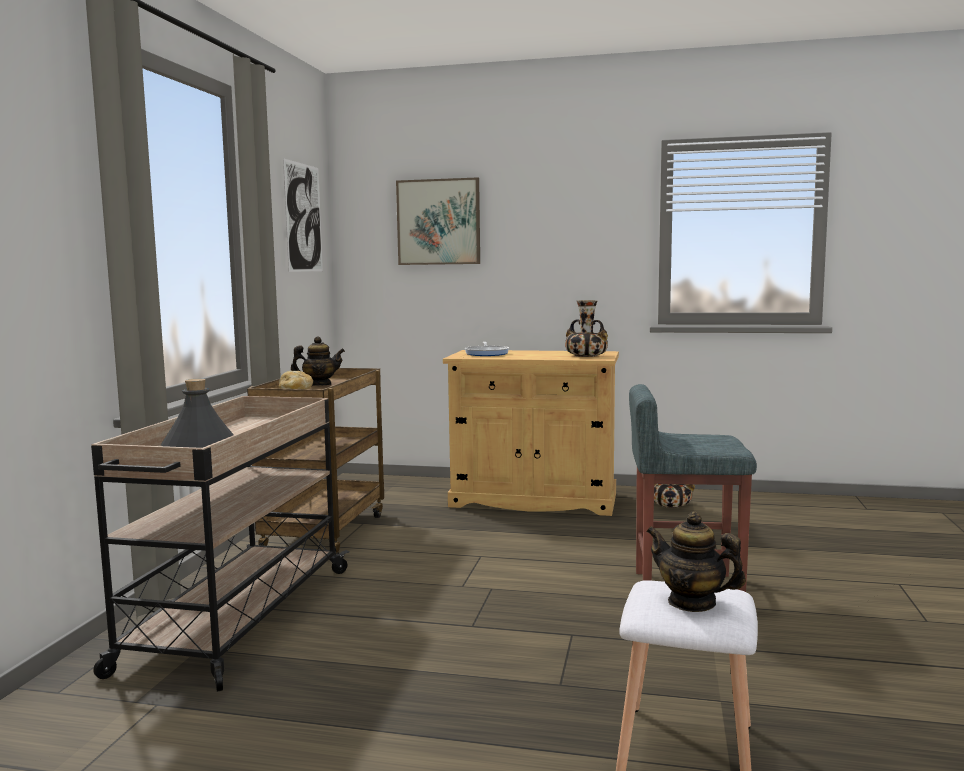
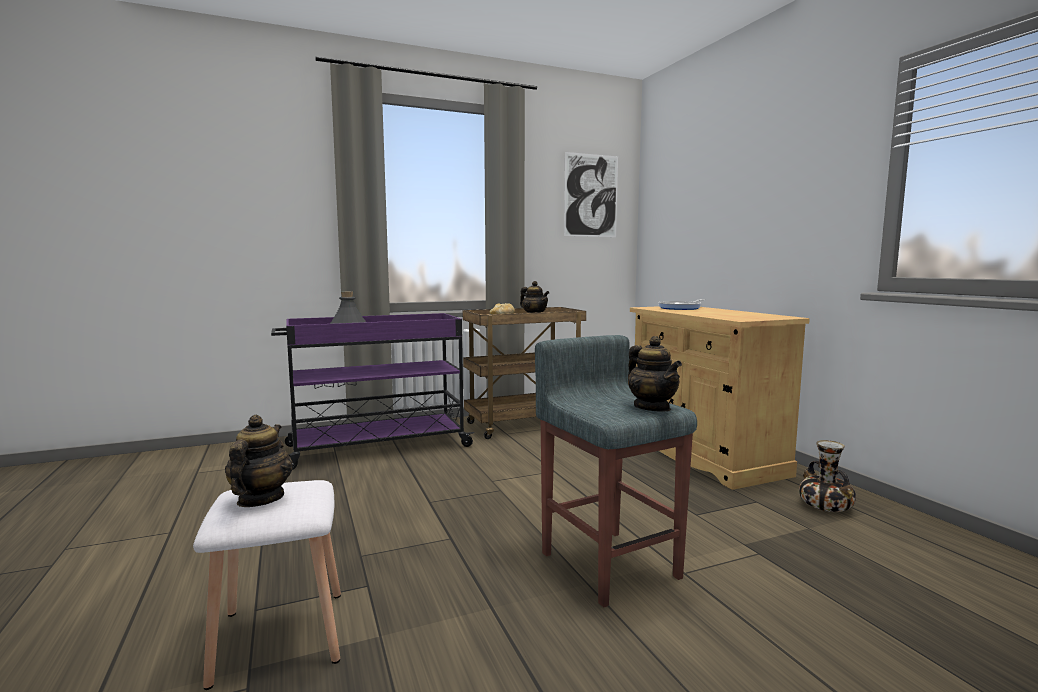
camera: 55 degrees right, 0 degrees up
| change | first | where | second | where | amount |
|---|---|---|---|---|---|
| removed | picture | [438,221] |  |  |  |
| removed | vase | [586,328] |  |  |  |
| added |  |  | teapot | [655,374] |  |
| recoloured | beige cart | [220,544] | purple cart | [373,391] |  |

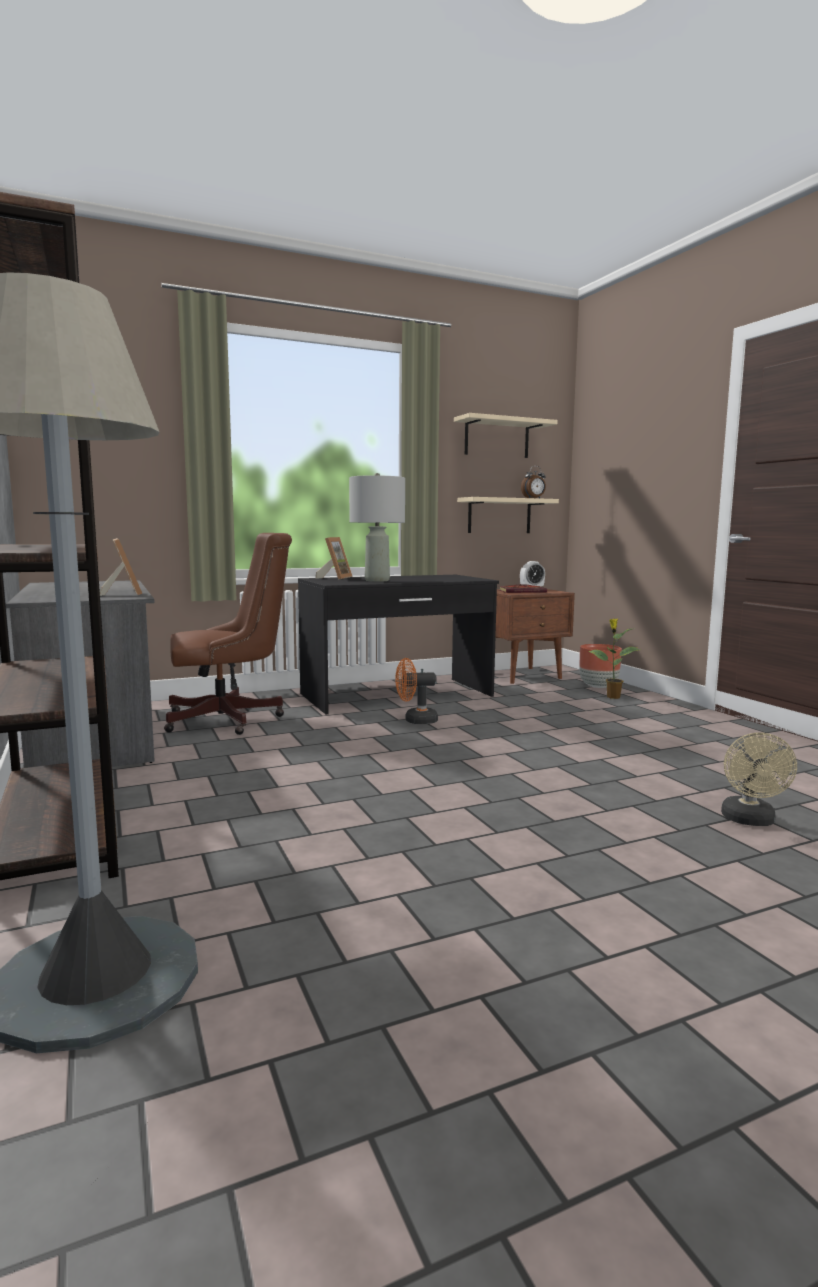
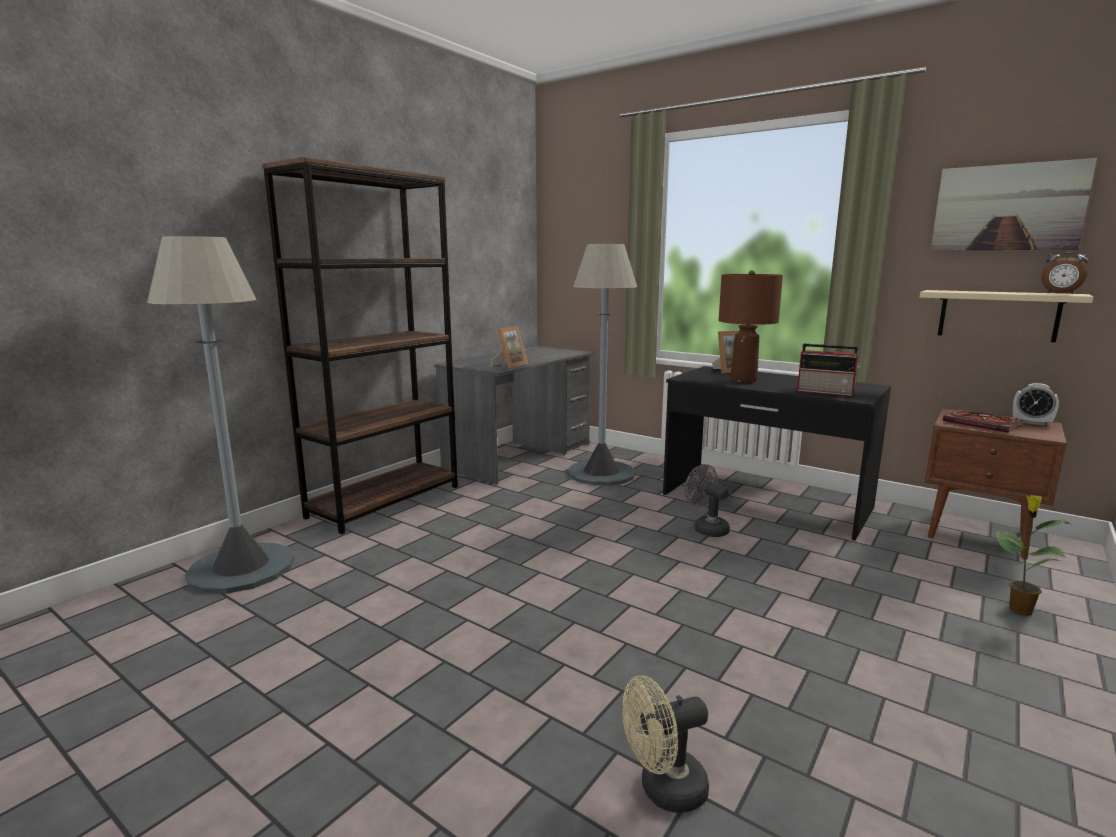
camera: 60 degrees right, 5 degrees up
| change | first | where | second | where | amount |
|---|---|---|---|---|---|
| removed | brown planter | [600,666] |  |  |  |
| added |  |  | radio | [828,370] |  |
| replaced | brown office chair | [228,634] | grey floor lamp | [602,365] |  |
| replaced | beige shelf | [506,435] | picture | [1014,204] |  |
| recoloured | grey table lamp | [377,527] | brown table lamp | [751,326] |  |
| recoloured | orange fan | [416,691] | grey fan | [707,500] |  |

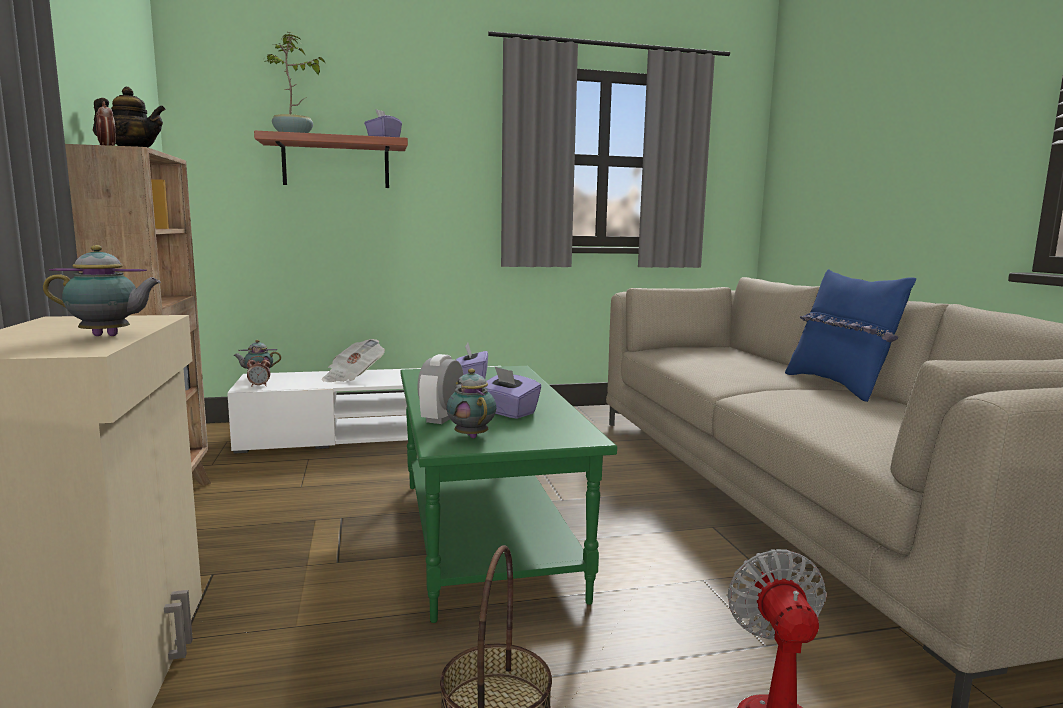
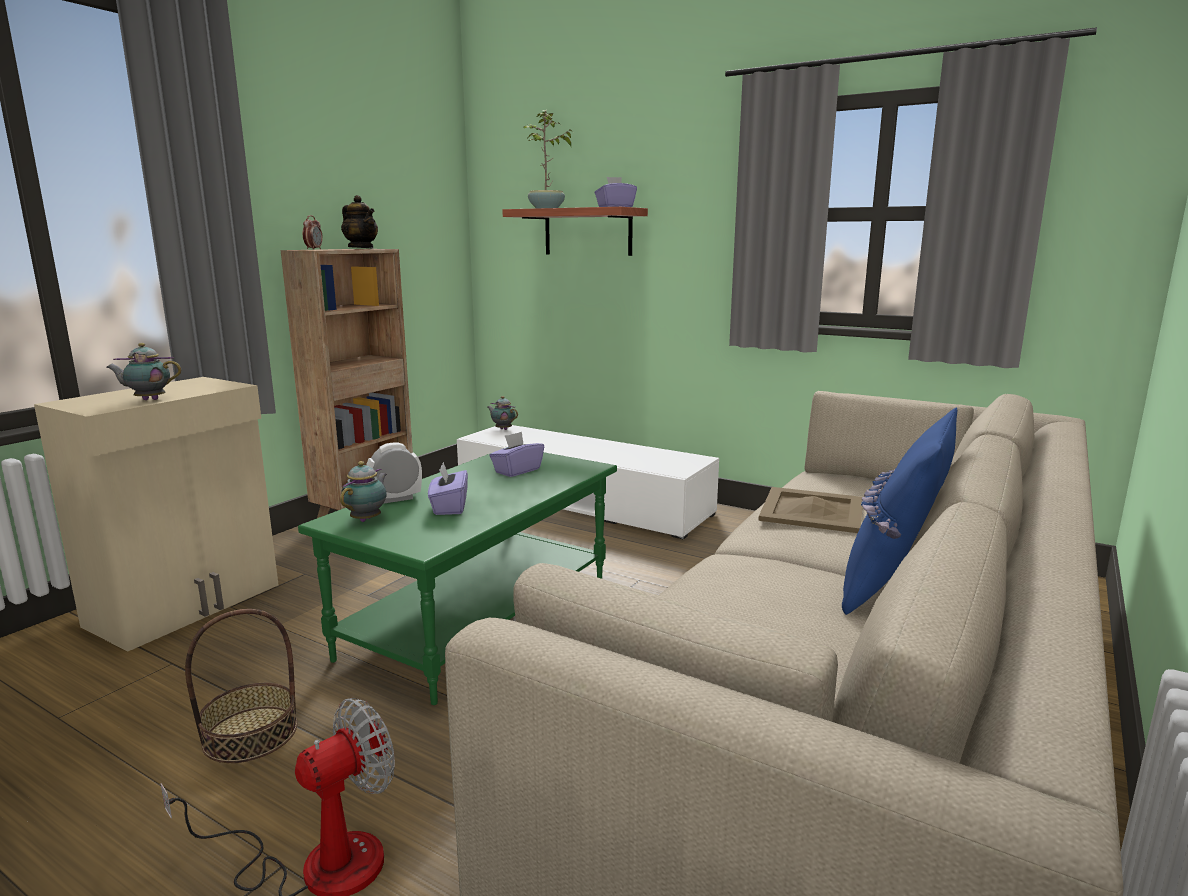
camera: 45 degrees right, 5 degrees up
| change | first | where | second | where | amount |
|---|---|---|---|---|---|
| removed | alarm clock | [258,371] |  |  |  |
| removed | newspaper | [353,360] |  |  |  |
| added |  |  | beige tray | [810,510] |  |
| turned | teapot | [102,290] |  | [143,371] | 135 degrees clockwise |

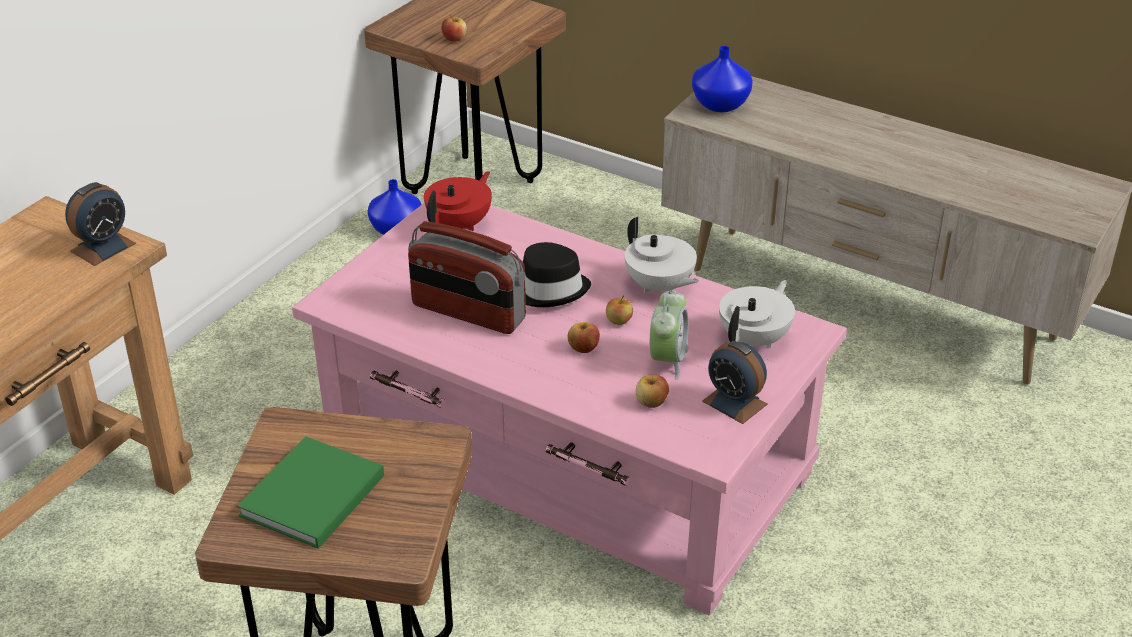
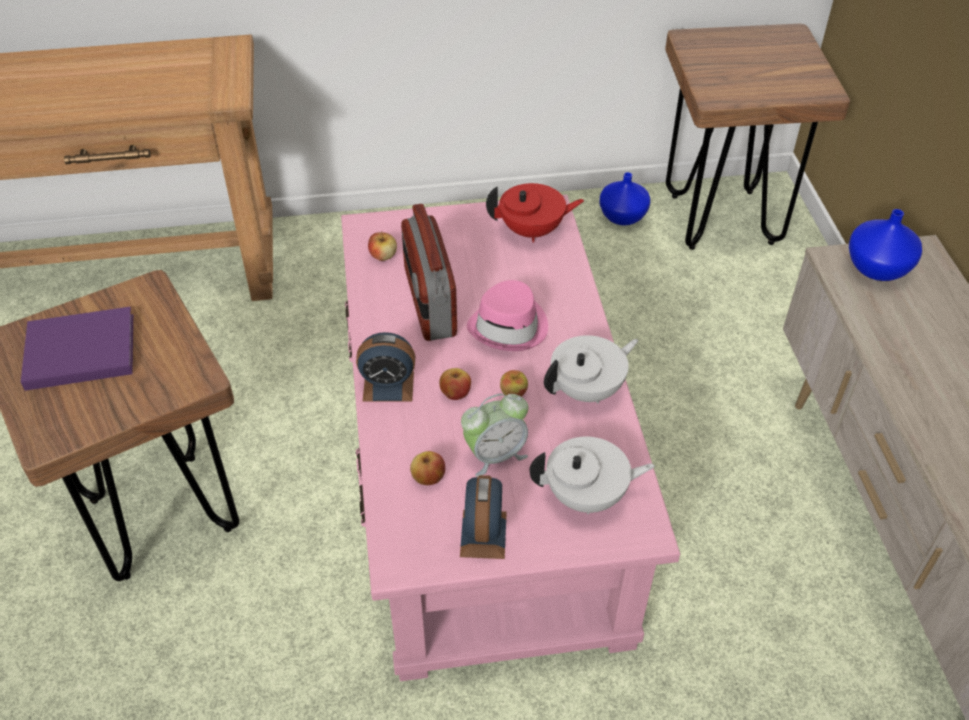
camera: 50 degrees right, 10 degrees up
| change | first | where | second | where | amount |
|---|---|---|---|---|---|
| moved | alarm clock | [100,224] |  | [385,367] |  |
| moved | apple | [454,28] |  | [382,247] |  |
| recoloured | green book | [310,492] | purple book | [77,349] |  |
| recoloured | black hat | [557,274] | pink hat | [507,315] |  |
| turned | white teapot | [662,255] |  | [591,369] | 135 degrees counterclockwise |

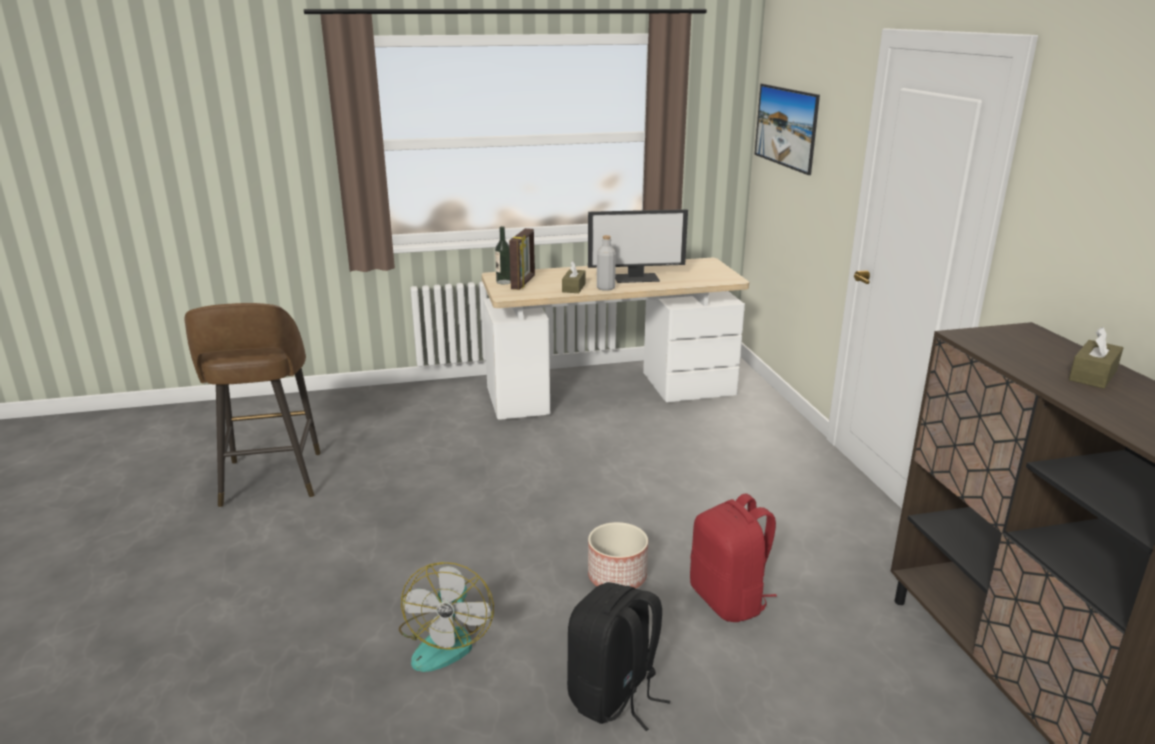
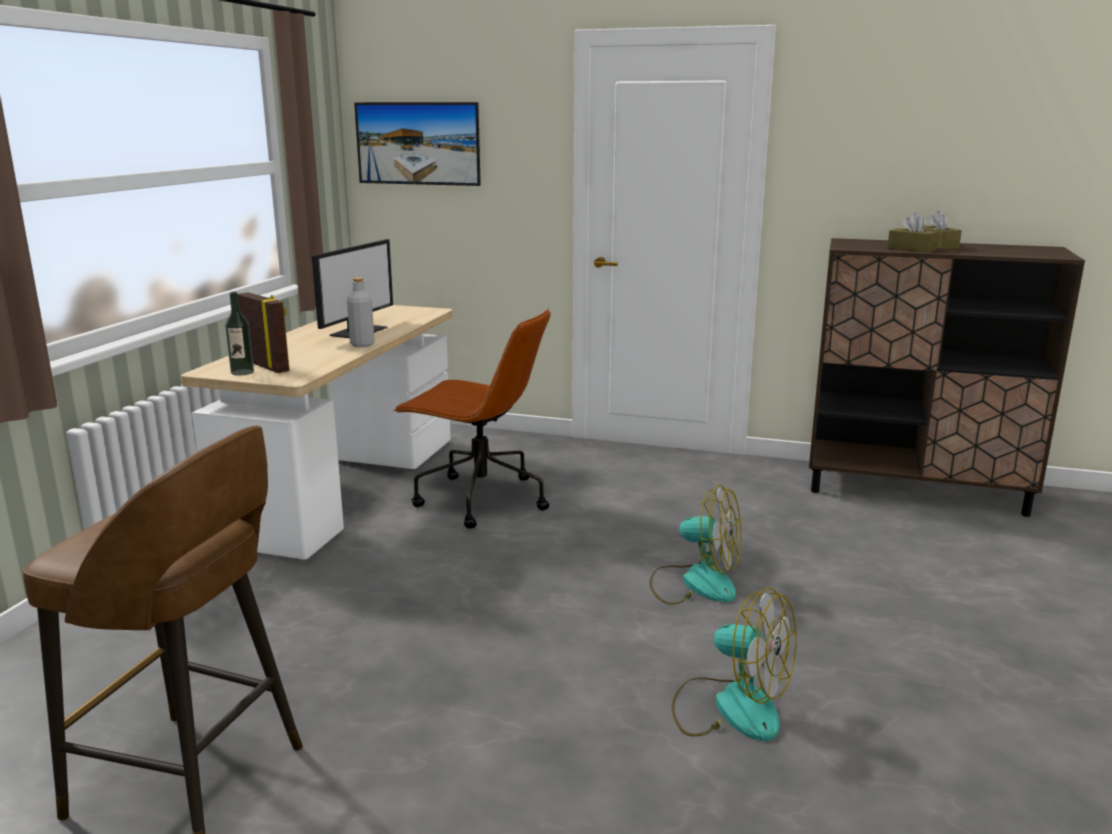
camera: 60 degrees left, 5 degrees down
| change | first | where | second | where | amount |
|---|---|---|---|---|---|
| removed | black backpack | [618,656] |  |  |  |
| removed | red backpack | [733,558] |  |  |  |
| added |  |  | brown office chair | [472,419] |  |
| moved | brown tissue box | [574,277] |  | [913,232] |  |
| replaced | planter | [618,555] | fan | [695,545] |  |

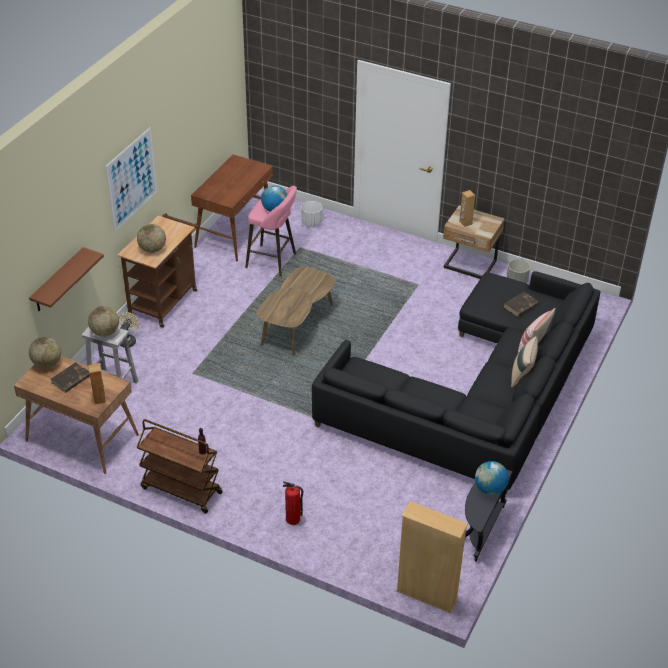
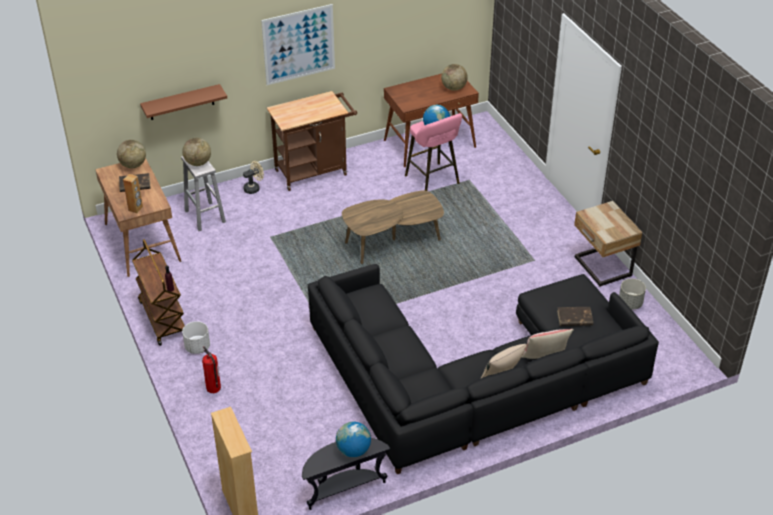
camera: 40 degrees right, 0 degrees up
| change | first | where | second | where | amount |
|---|---|---|---|---|---|
| removed | brown speaker | [467,208] |  |  |  |
| moved | globe | [151,238] |  | [454,77] |  |
| moved | white planter | [311,214] |  | [196,337] |  |

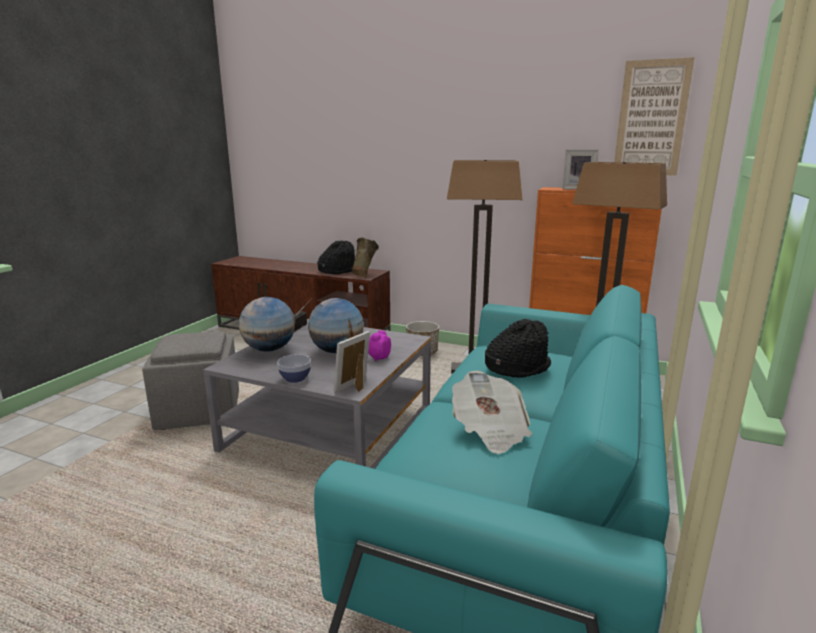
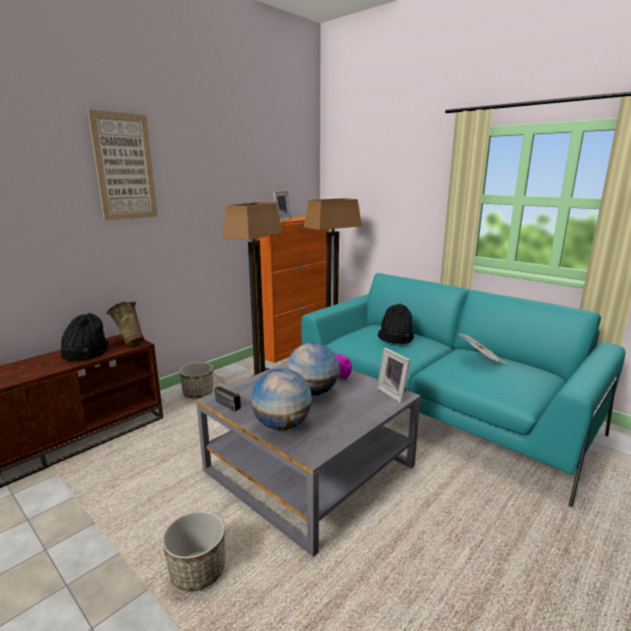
camera: 70 degrees left, 0 degrees up
| change | first | where | second | where | amount |
|---|---|---|---|---|---|
| removed | bowl | [294,368] |  |  |  |
| moved | picture | [654,116] |  | [123,165] |  |
| replaced | grey ottoman | [190,380] | planter | [193,550] |  |

